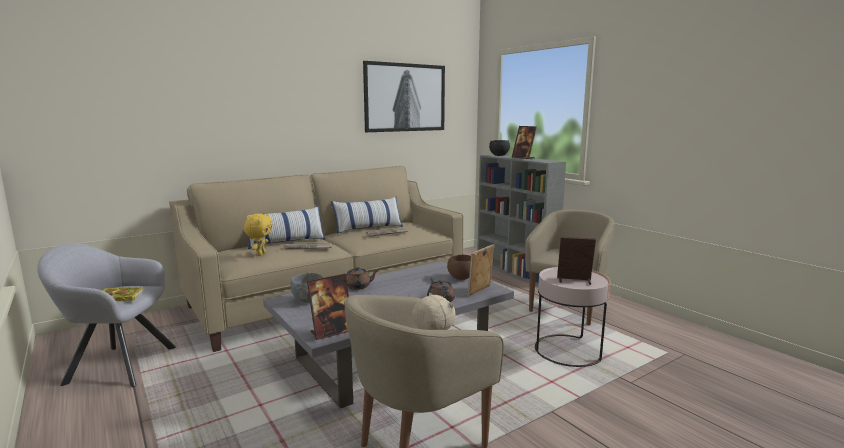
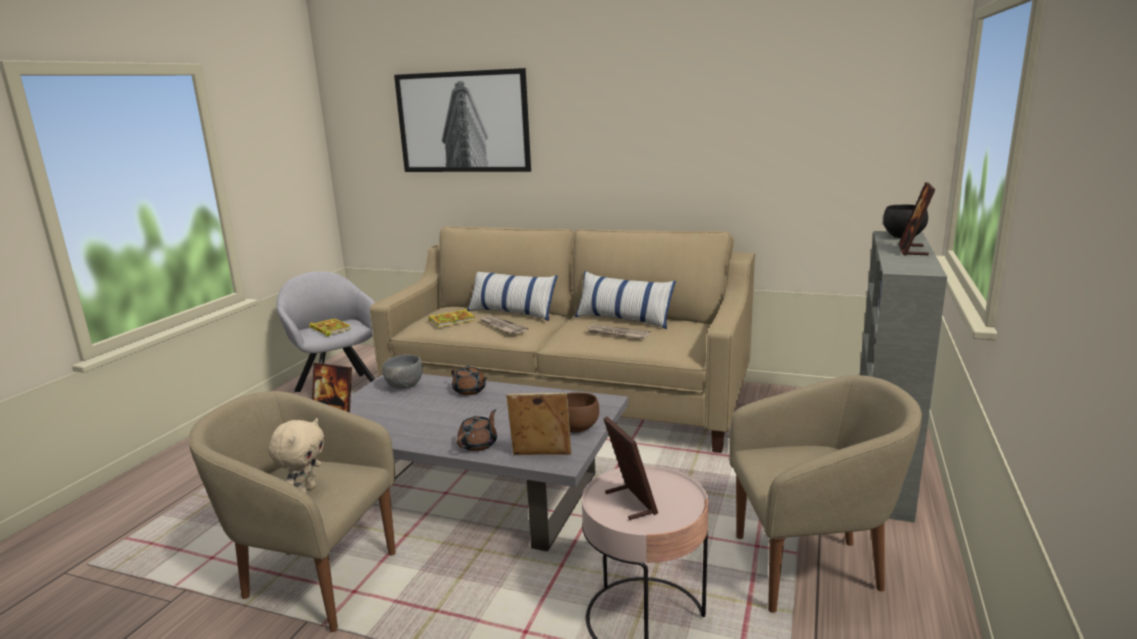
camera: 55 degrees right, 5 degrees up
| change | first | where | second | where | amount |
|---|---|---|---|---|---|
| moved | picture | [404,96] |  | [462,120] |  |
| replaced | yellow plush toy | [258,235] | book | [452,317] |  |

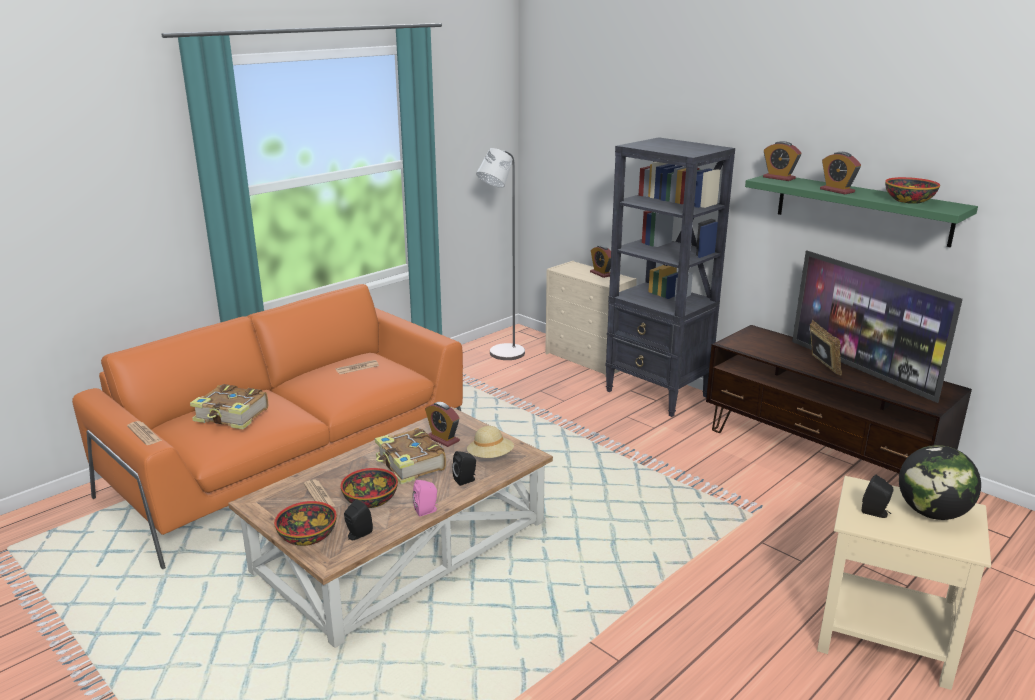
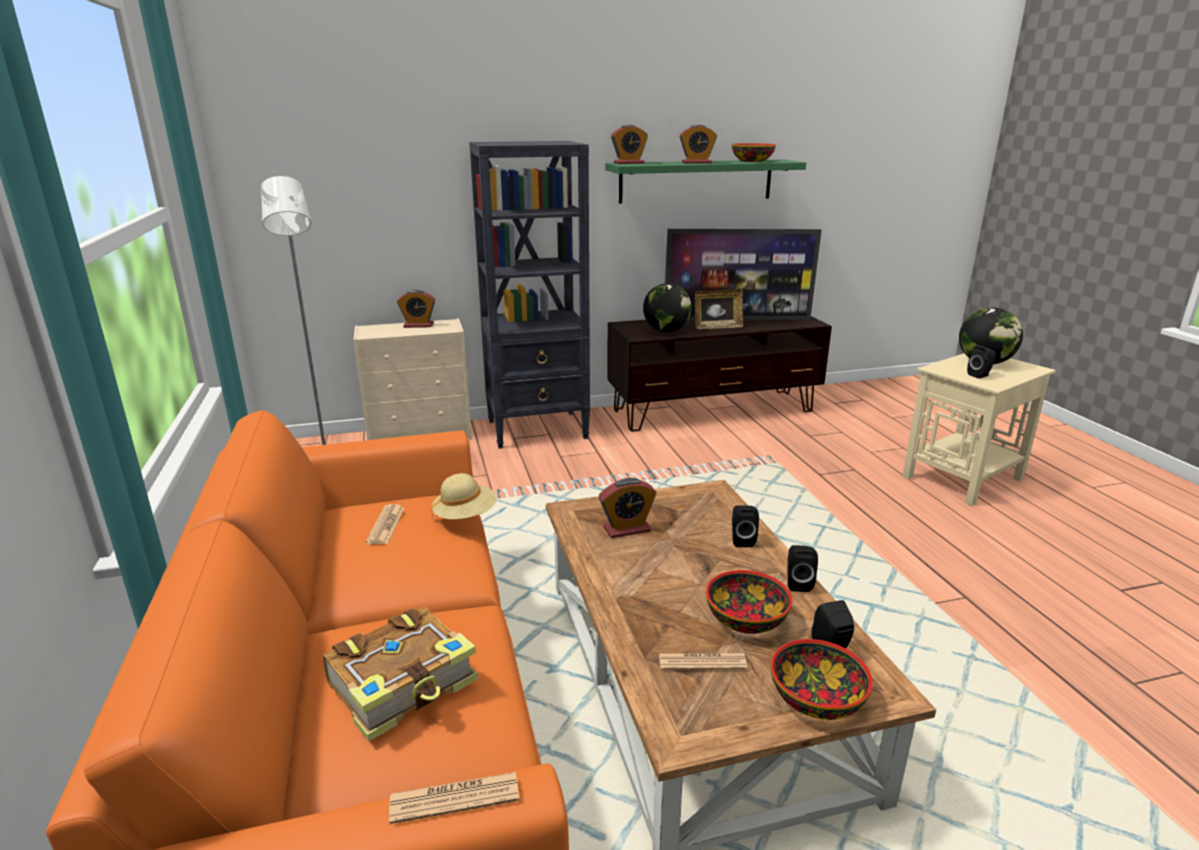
camera: 60 degrees left, 0 degrees up
| change | first | where | second | where | amount |
|---|---|---|---|---|---|
| removed | book | [410,456] |  |  |  |
| added |  |  | globe | [667,307] |  |
| moved | beige hat | [490,442] |  | [464,496] |  |
| recoloured | pink speaker | [425,498] | black speaker | [802,568] |  |
| turned | picture frame | [826,347] |  | [719,309] | 150 degrees clockwise |

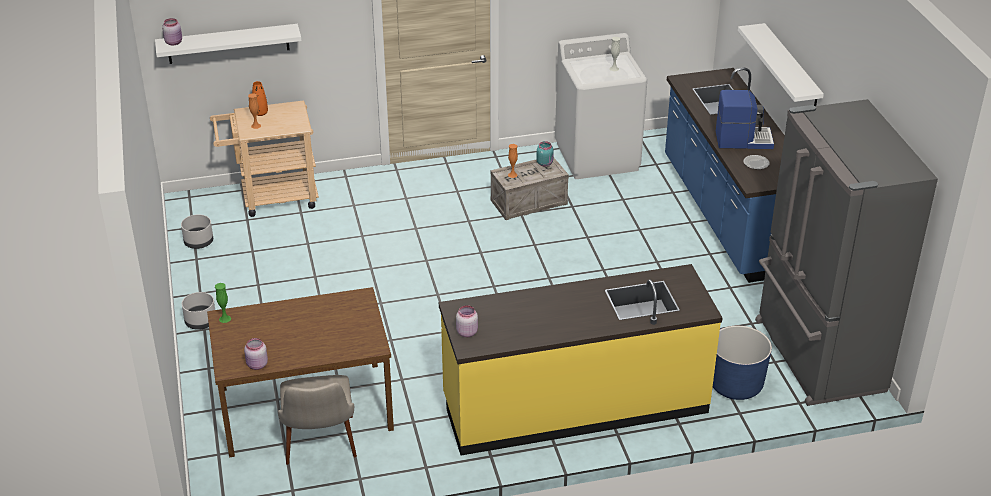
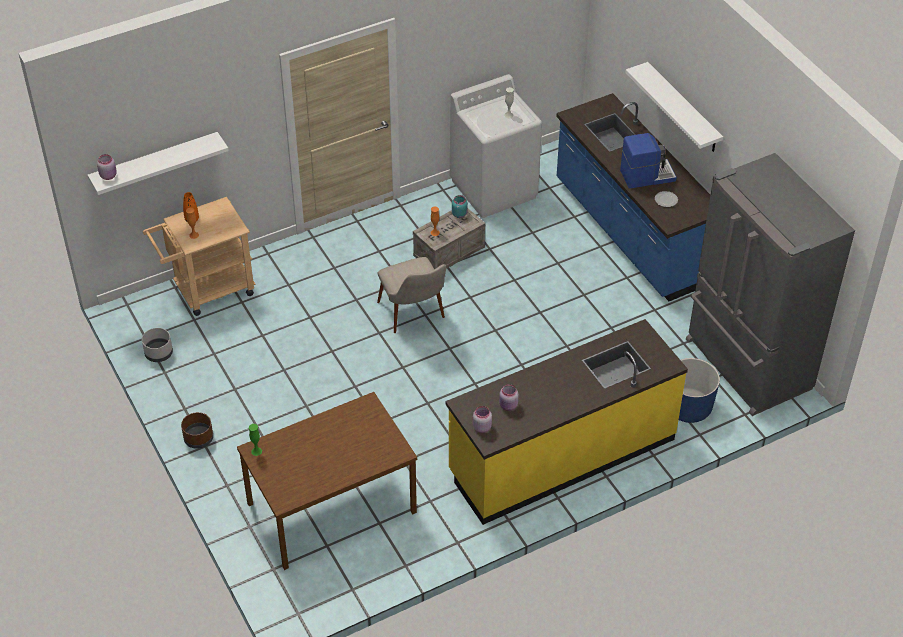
camera: 15 degrees left, 10 degrees up
| change | first | where | second | where | amount |
|---|---|---|---|---|---|
| moved | pink jar | [256,354] |  | [508,397] |  |
| moved | beige chair | [317,420] |  | [411,295] |  |
| recoloured | grey planter | [198,311] | brown planter | [197,430] |  |

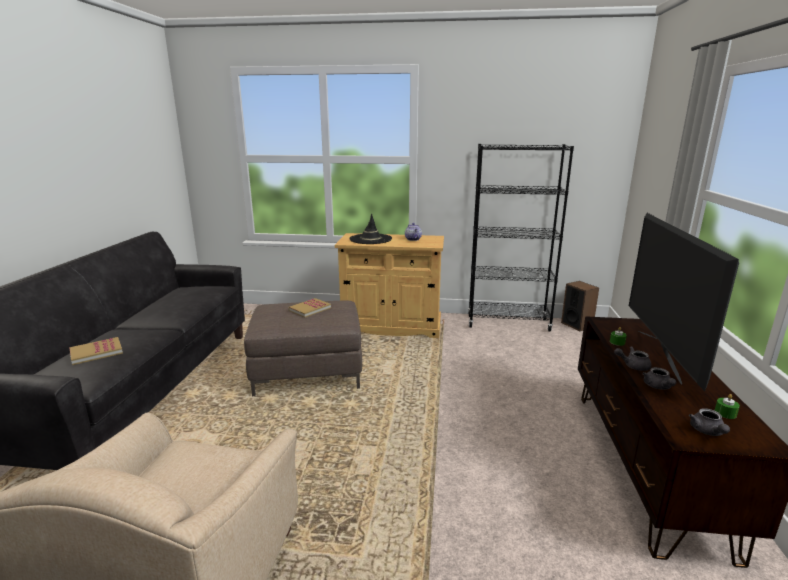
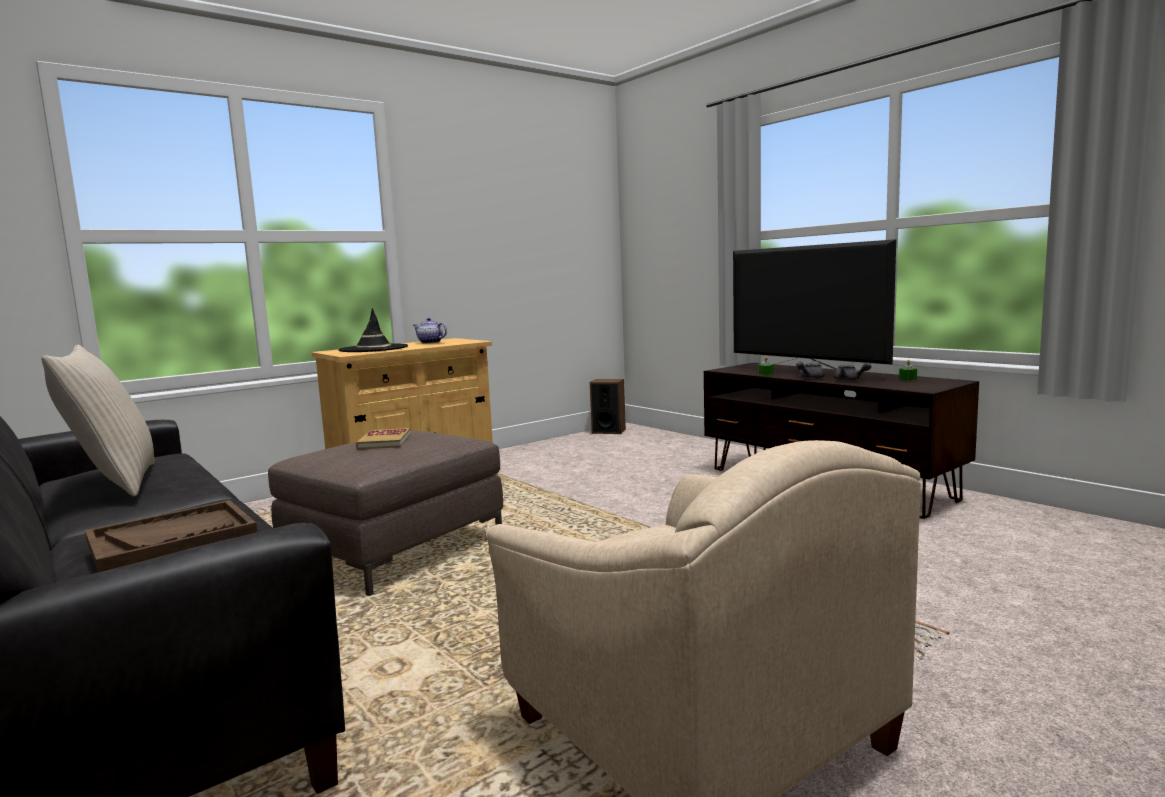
camera: 45 degrees left, 10 degrees down
| change | first | where | second | where | amount |
|---|---|---|---|---|---|
| removed | black bookcase | [521,238] |  |  |  |
| removed | grey teapot | [709,422] |  |  |  |
| added |  |  | beige pillow | [98,421] |  |
| replaced | book | [96,351] | brown tray | [171,536] |  |

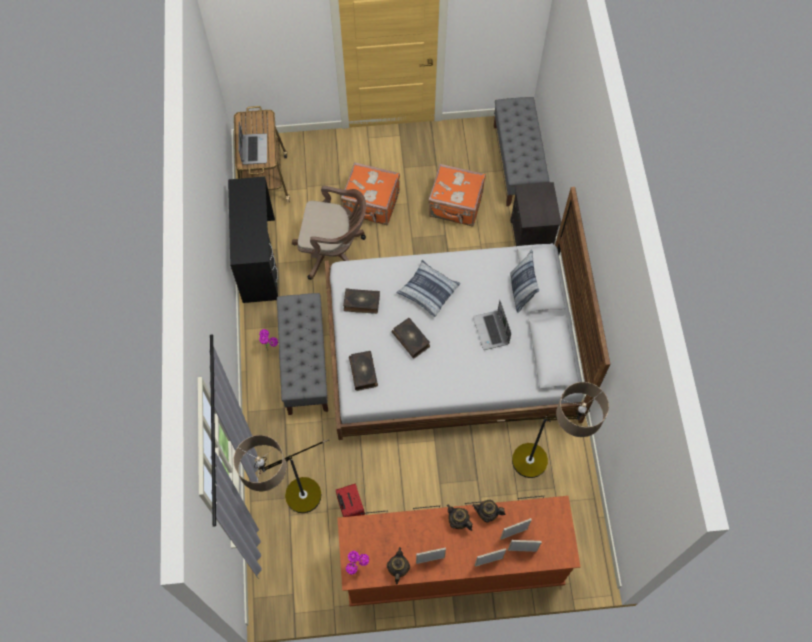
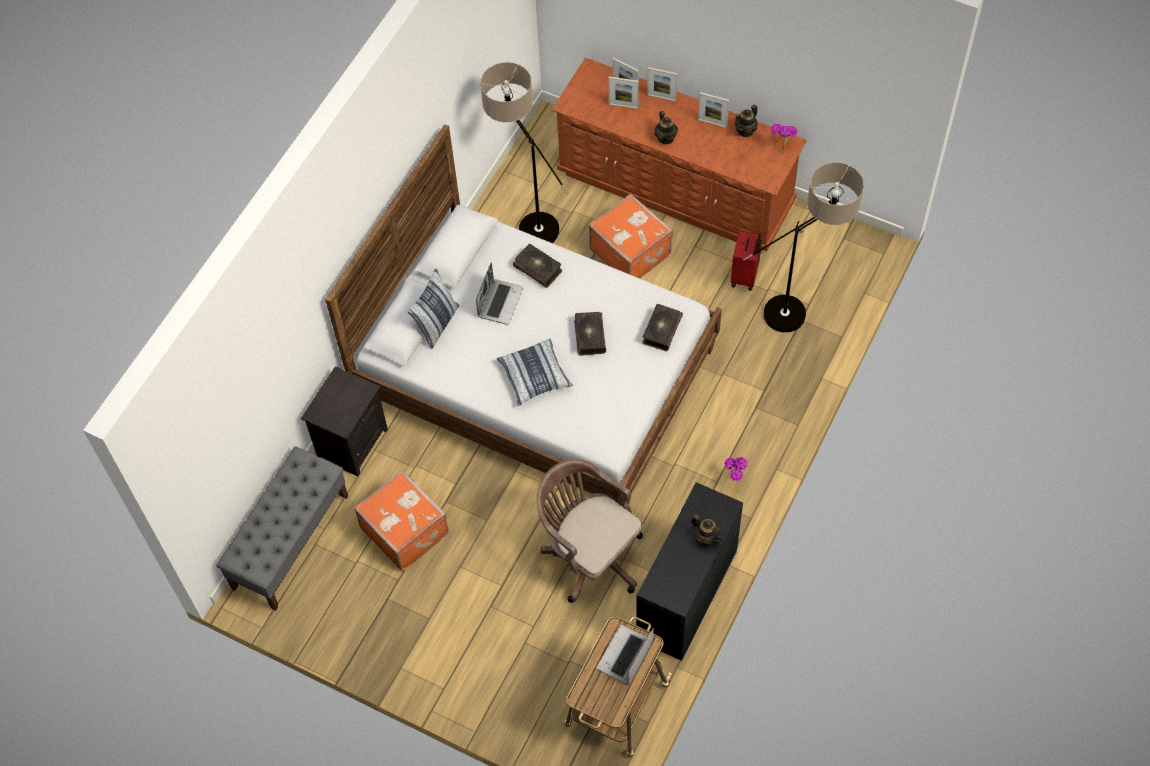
camera: 145 degrees left, 5 degrees down
| change | first | where | second | where | amount |
|---|---|---|---|---|---|
| removed | grey bench | [302,354] |  |  |  |
| moved | orange suitcase | [370,194] |  | [631,236] |  |
| moved | book | [361,301] |  | [537,266] |  |
| moved | teapot | [489,511] |  | [707,530] |  |

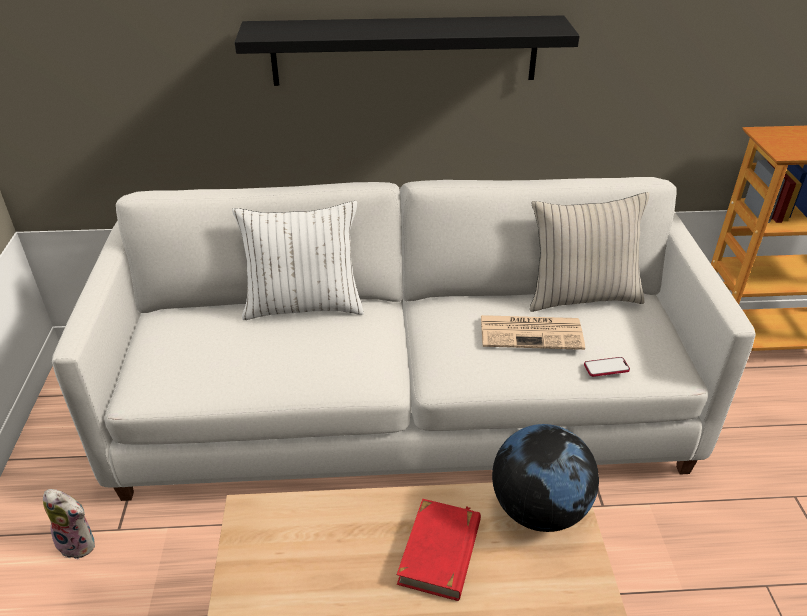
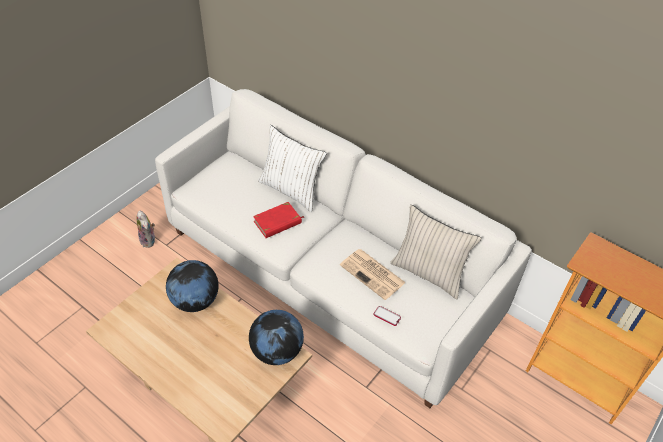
camera: 40 degrees right, 10 degrees up
| change | first | where | second | where | amount |
|---|---|---|---|---|---|
| removed | black shelf | [407,50] |  |  |  |
| added |  |  | globe | [192,286] |  |
| moved | red book | [439,550] |  | [278,220] |  |

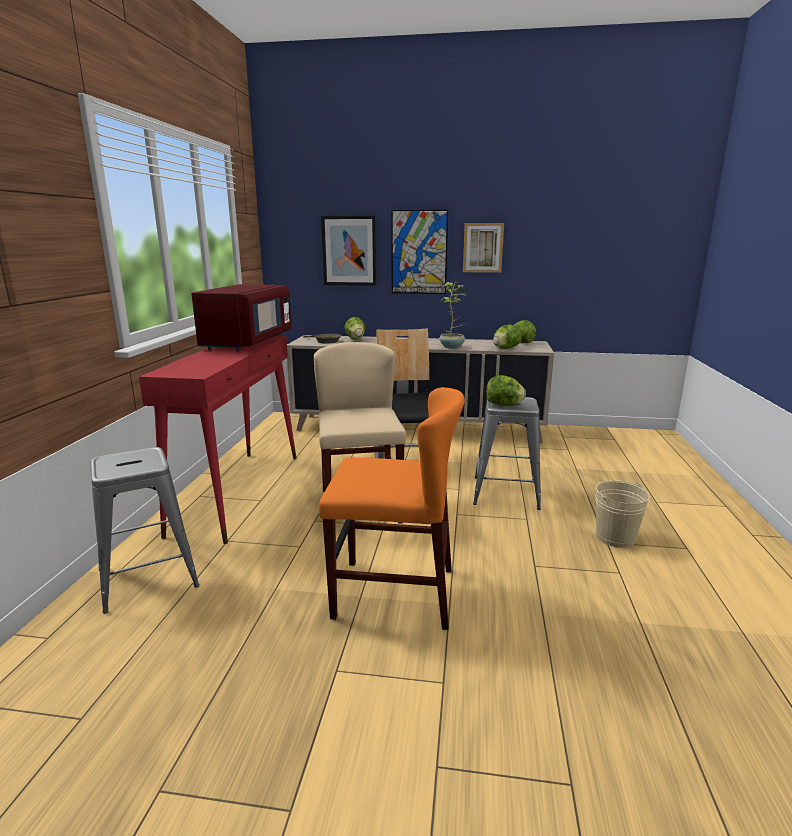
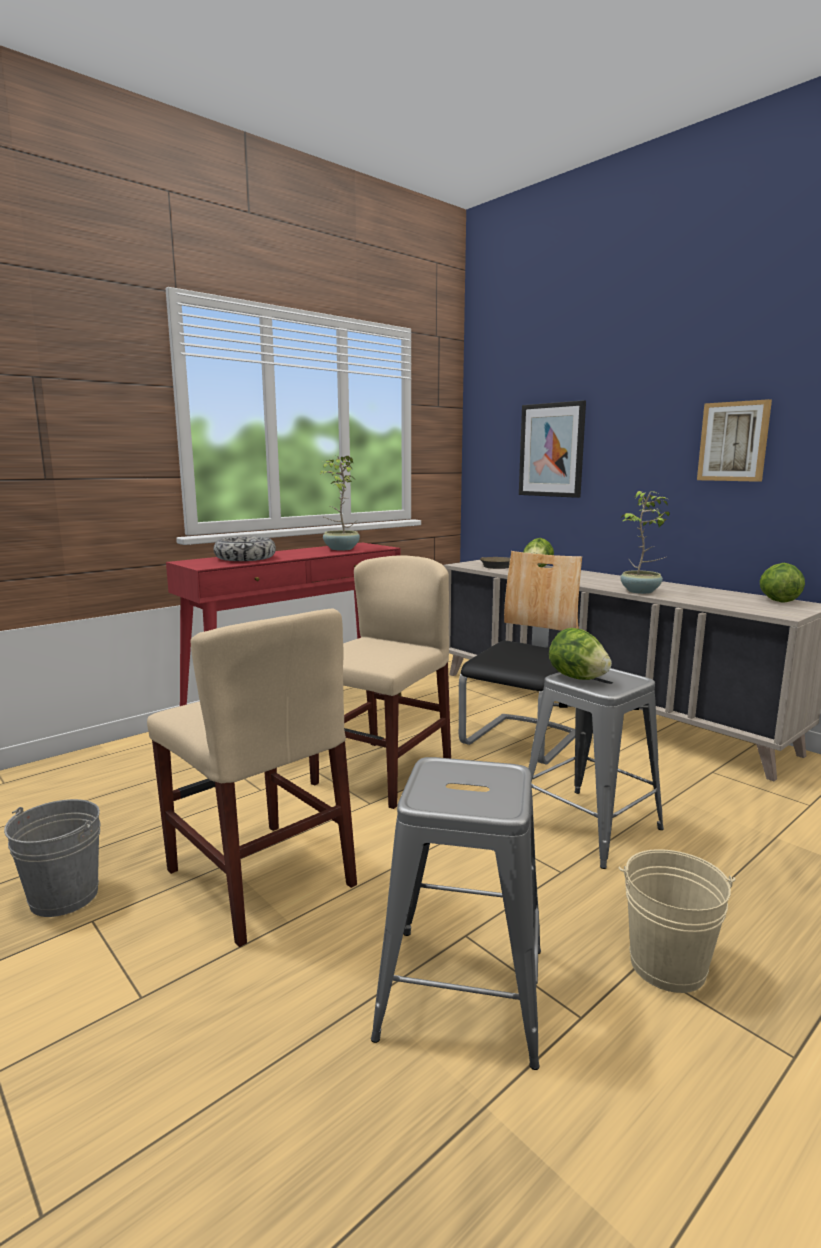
camera: 40 degrees right, 5 degrees down
| change | first | where | second | where | amount |
|---|---|---|---|---|---|
| removed | picture | [419,252] |  |  |  |
| removed | lettuce | [507,336] |  |  |  |
| added |  |  | grey bucket | [52,858] |  |
| added |  |  | bowl | [244,549] |  |
| moved | grey stool | [145,530] |  | [456,913] |  |
| replaced | red microwave | [242,317] | potted plant | [340,503] |  |
| recoloured | orange chair | [392,508] | beige chair | [252,778] |  |

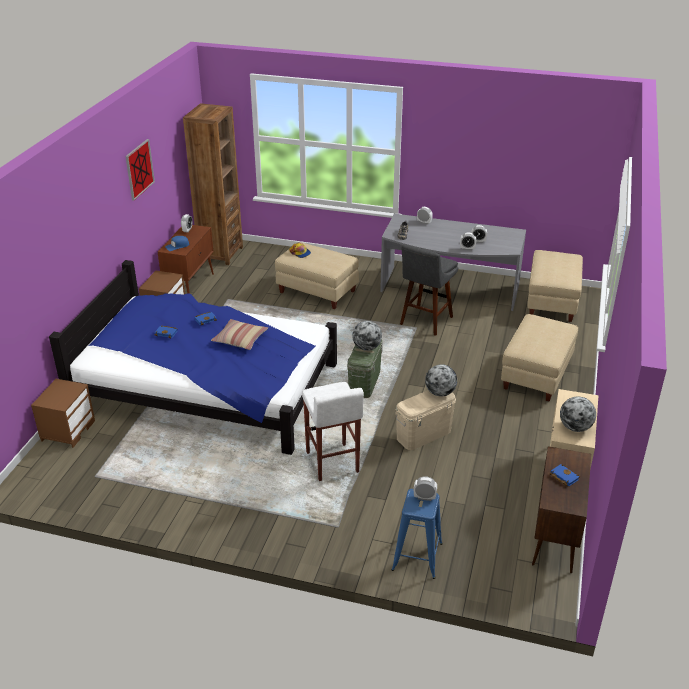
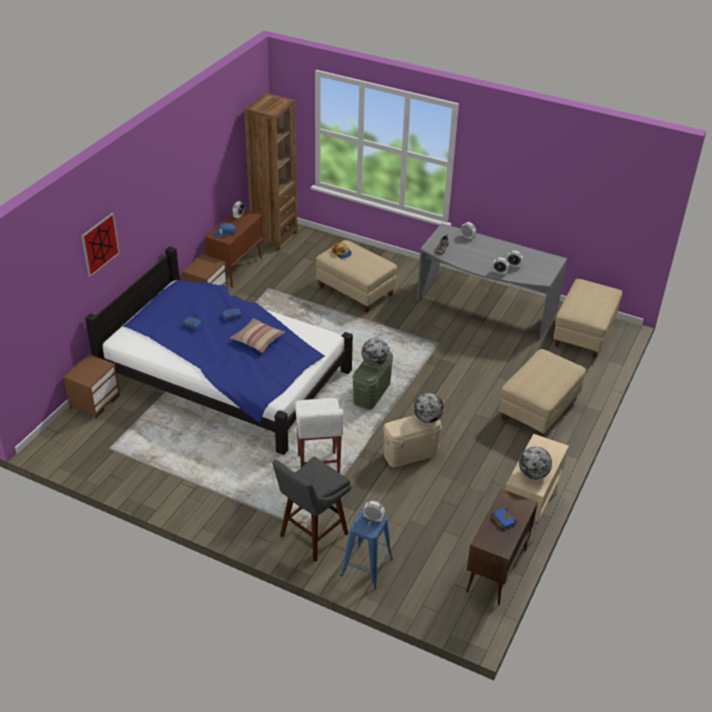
camera: 10 degrees right, 5 degrees up
| change | first | where | second | where | amount |
|---|---|---|---|---|---|
| moved | picture | [140,169] |  | [100,245] |  |
| moved | grey stool | [429,290] |  | [311,509] |  |

